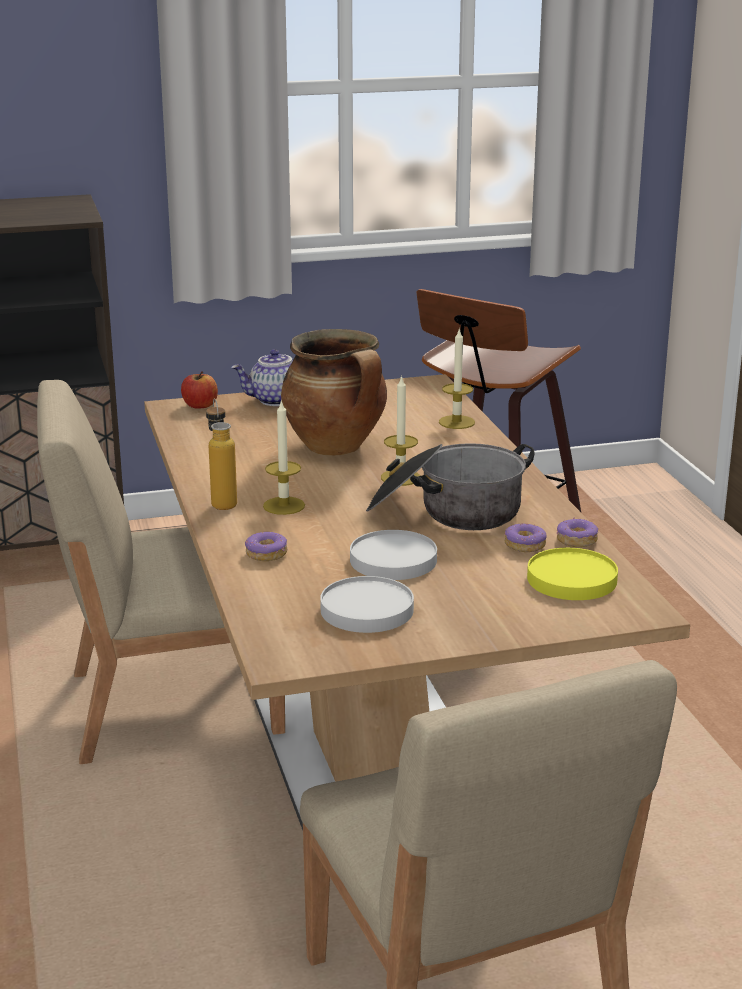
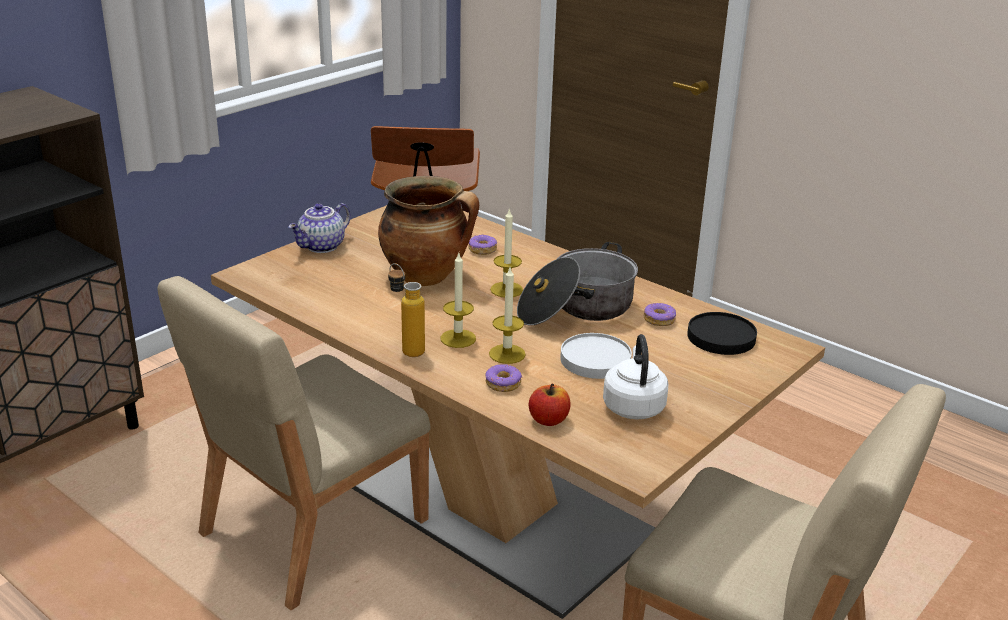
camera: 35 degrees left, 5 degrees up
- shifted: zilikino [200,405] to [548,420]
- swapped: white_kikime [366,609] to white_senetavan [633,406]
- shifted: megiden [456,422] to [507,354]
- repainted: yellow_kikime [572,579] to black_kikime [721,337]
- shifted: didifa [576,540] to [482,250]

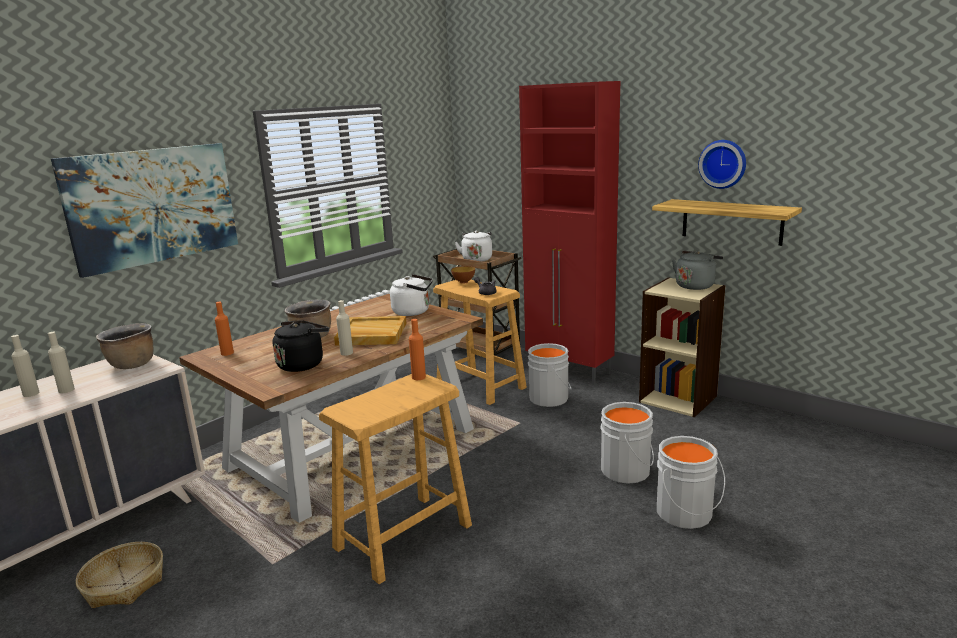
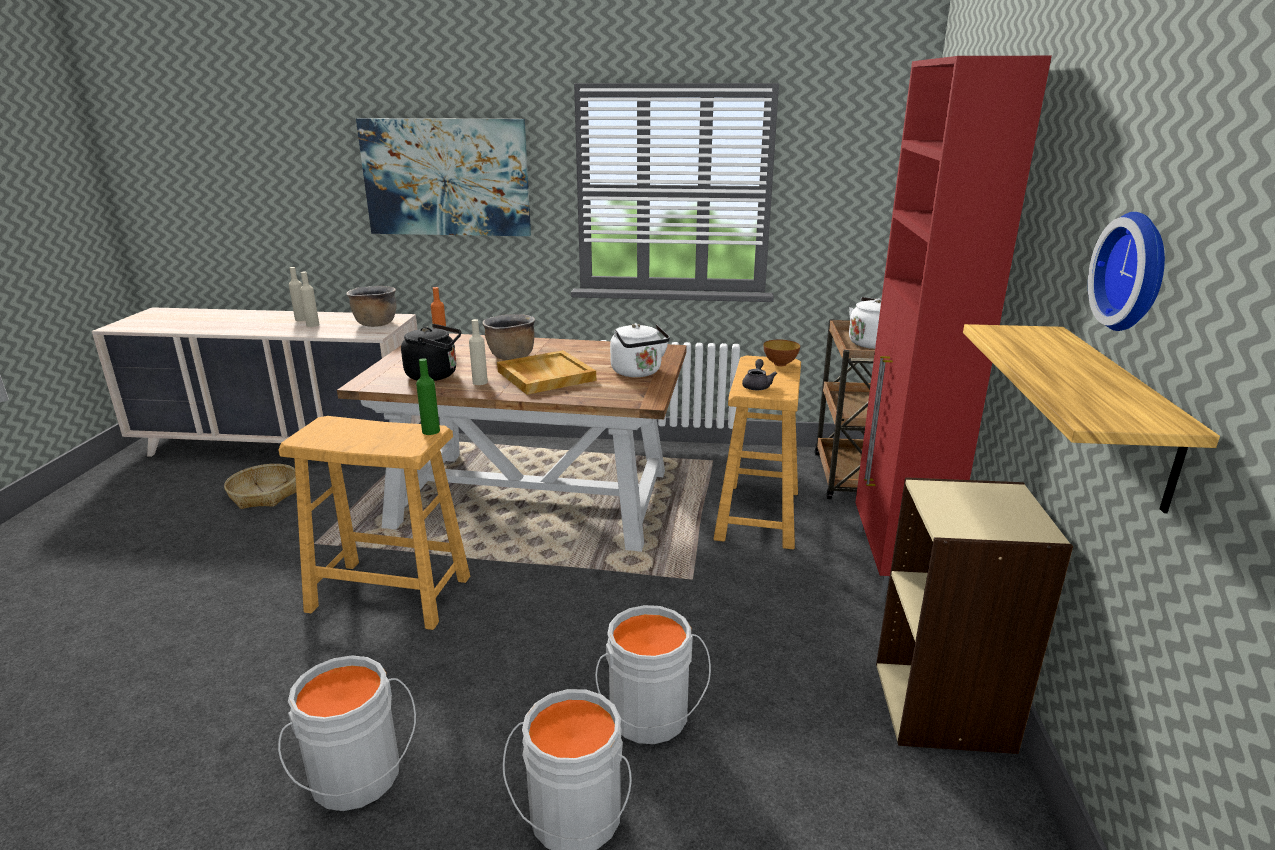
camera: 55 degrees right, 5 degrees up
- repainted: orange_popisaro [418,377] to green_popisaro [431,431]
- shifted: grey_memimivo [551,398] to [357,779]
- gone: grey_senetavan [695,285]

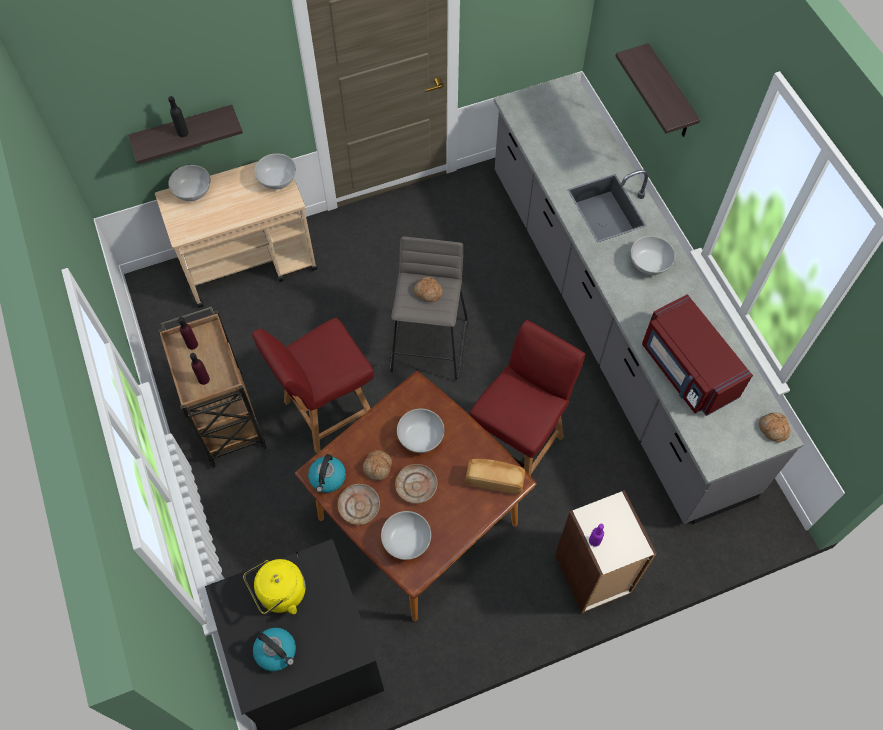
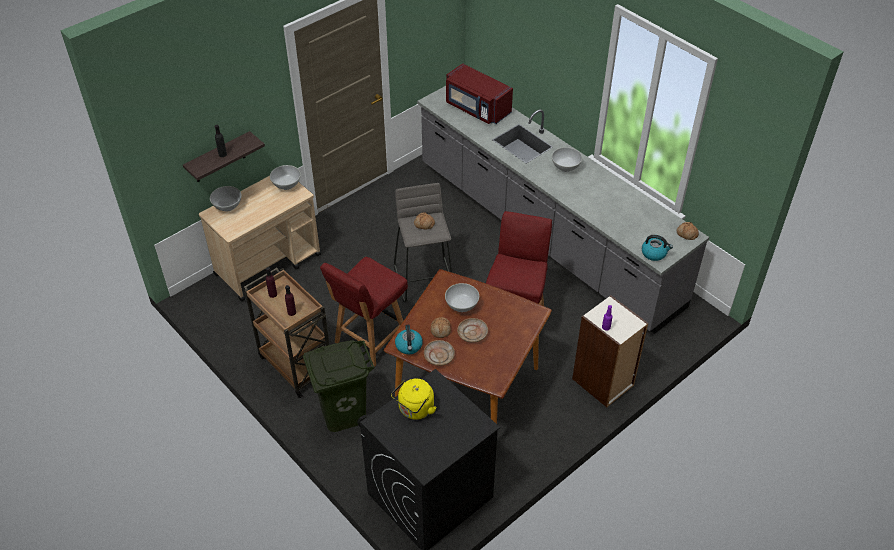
camera: 20 degrees left, 15 degrees down
- shifted: senetavan [276,651] to [654,253]
- gone: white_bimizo [406,542]
- gone: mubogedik [494,479]
- gone: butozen [669,94]
- shifted: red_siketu [686,370] to [477,108]
- new: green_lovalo [343,412]

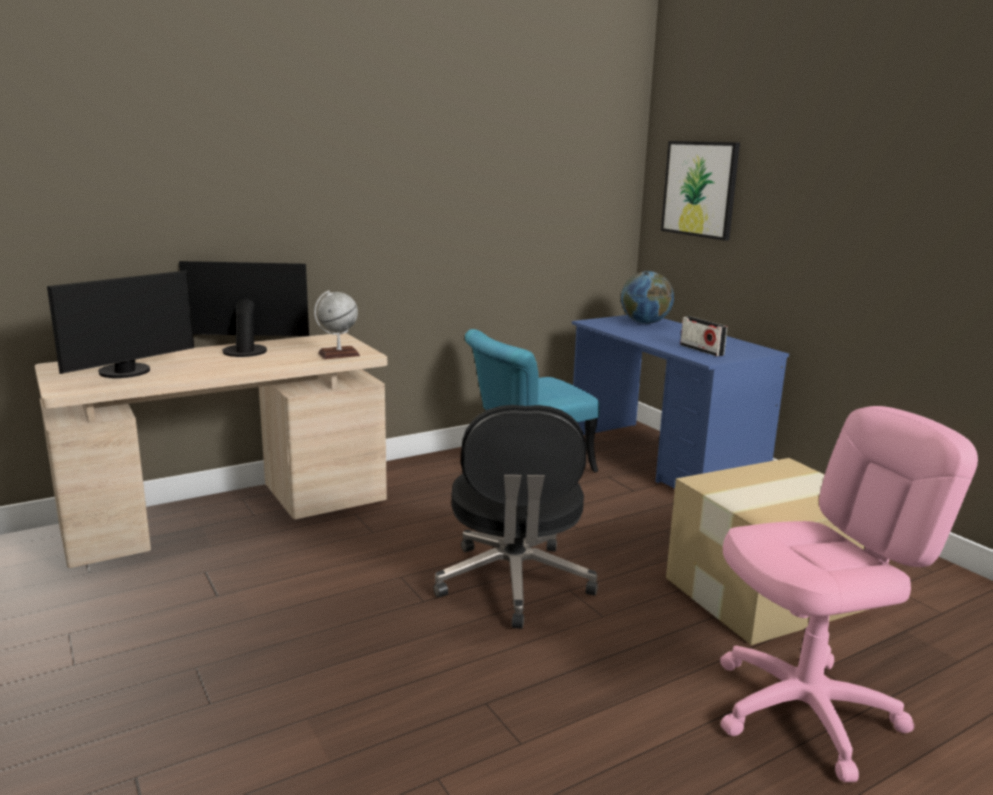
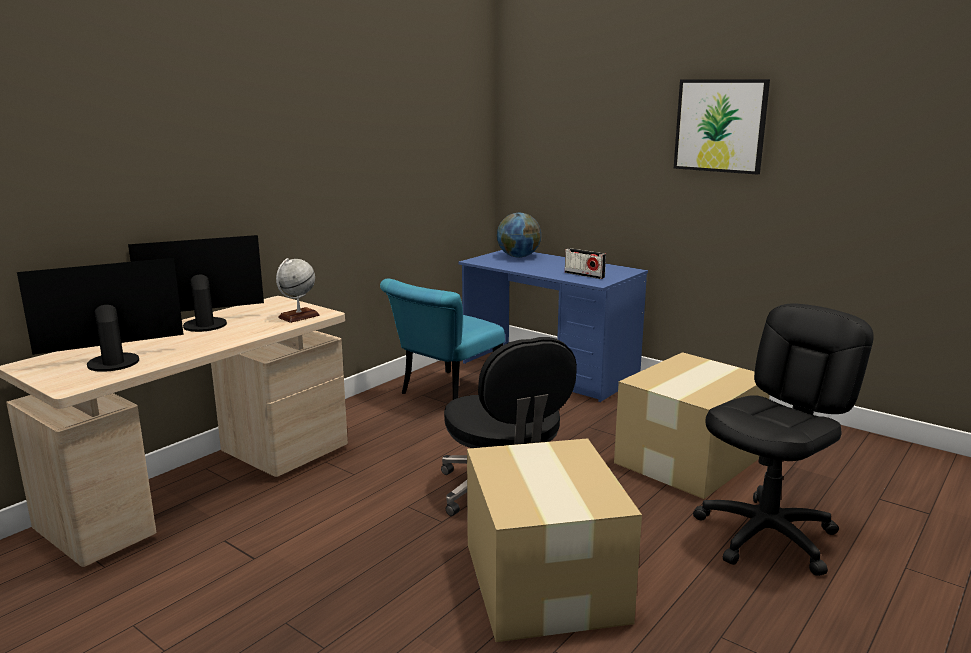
camera: 20 degrees left, 0 degrees up
- rotated: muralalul [128,372] = [113,361] 135 degrees counterclockwise
- shifted: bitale [700,189] to [720,125]
- repainted: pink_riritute [805,711] to black_riritute [767,536]
- new: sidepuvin [545,579]

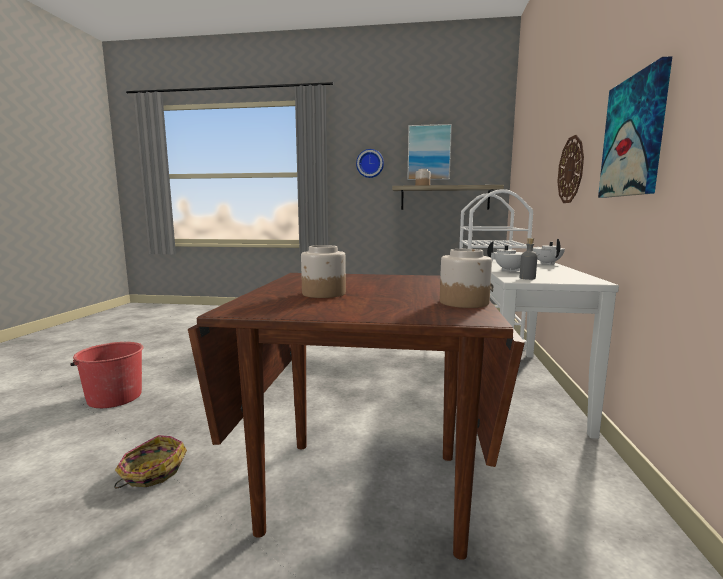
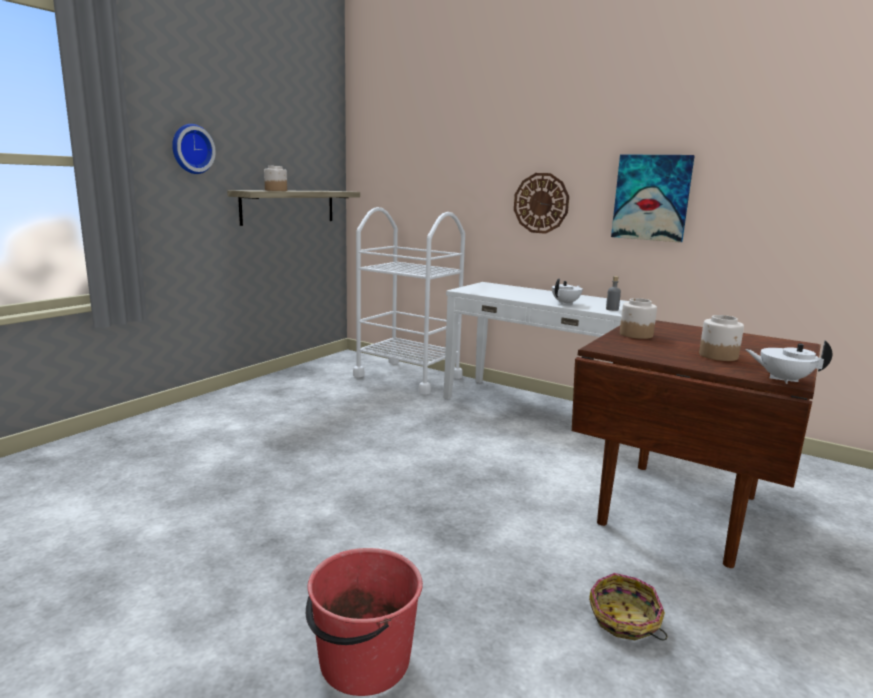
camera: 65 degrees left, 5 degrees up
- gone: bitale [429,153]
- shifted: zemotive [464,302] to [635,334]
- shifted: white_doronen [547,263] to [783,379]

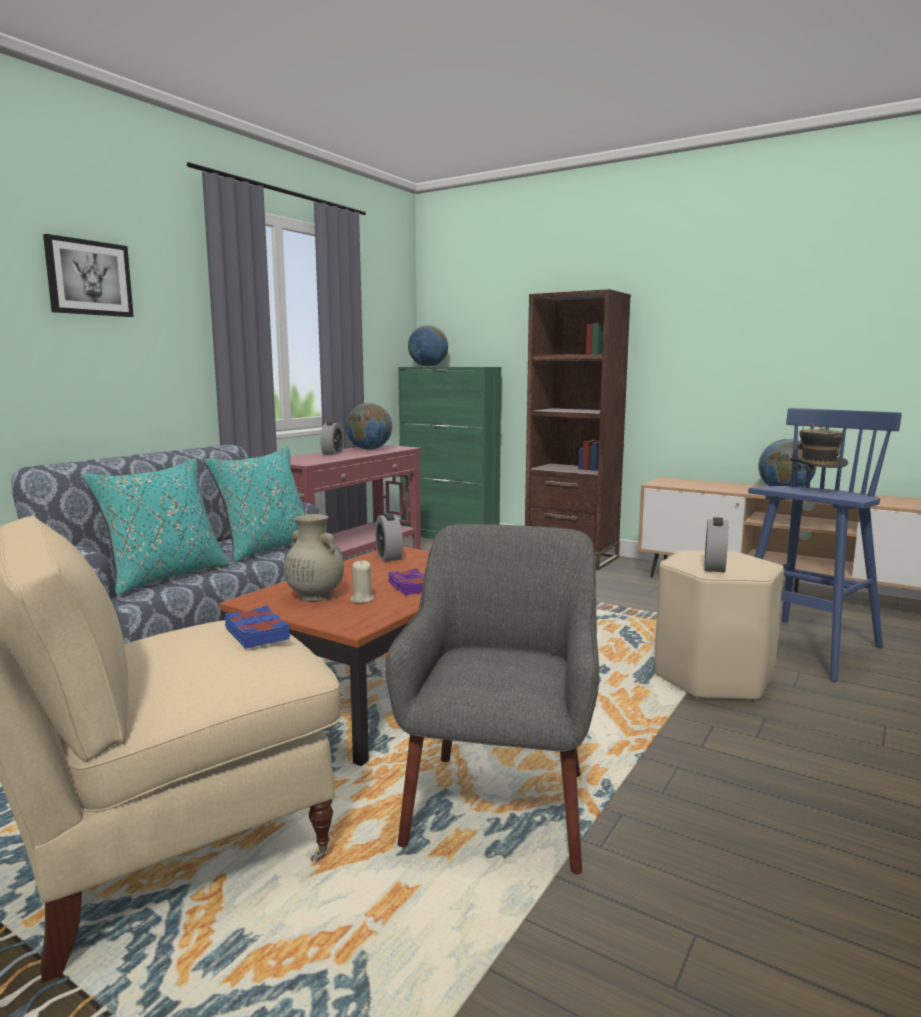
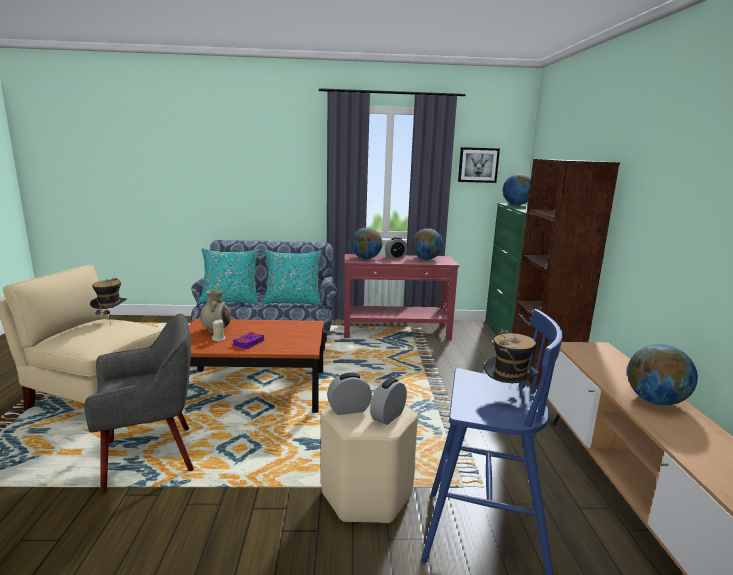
camera: 55 degrees right, 5 degrees up
- shifted: bitale [88,278] to [478,165]
- gone: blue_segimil [258,633]
- shifted: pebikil [389,556] to [388,416]
- new: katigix [111,319]
- new: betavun [366,258]

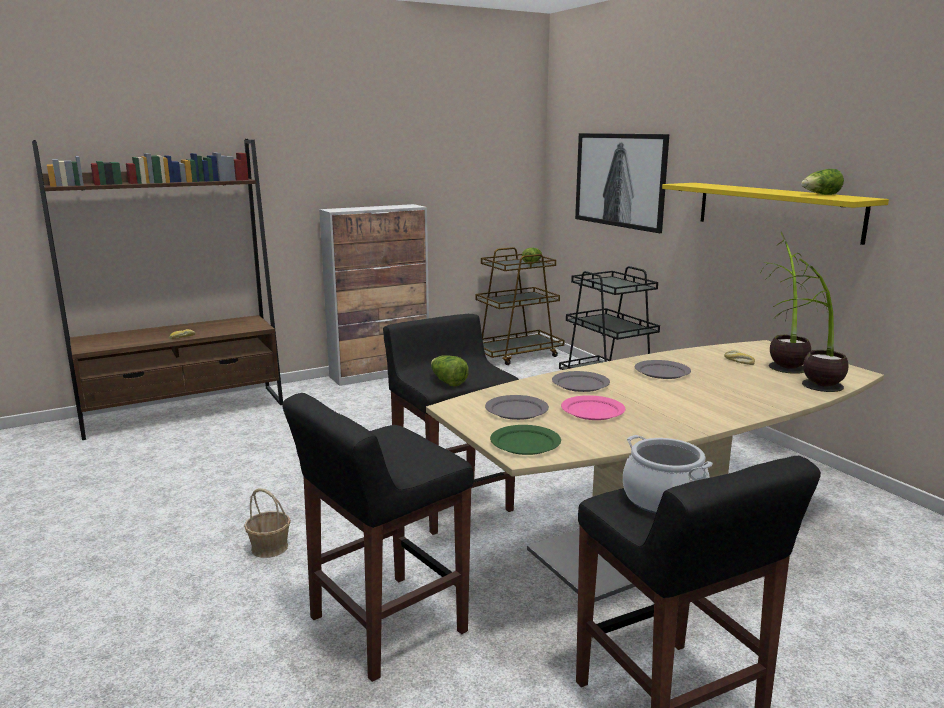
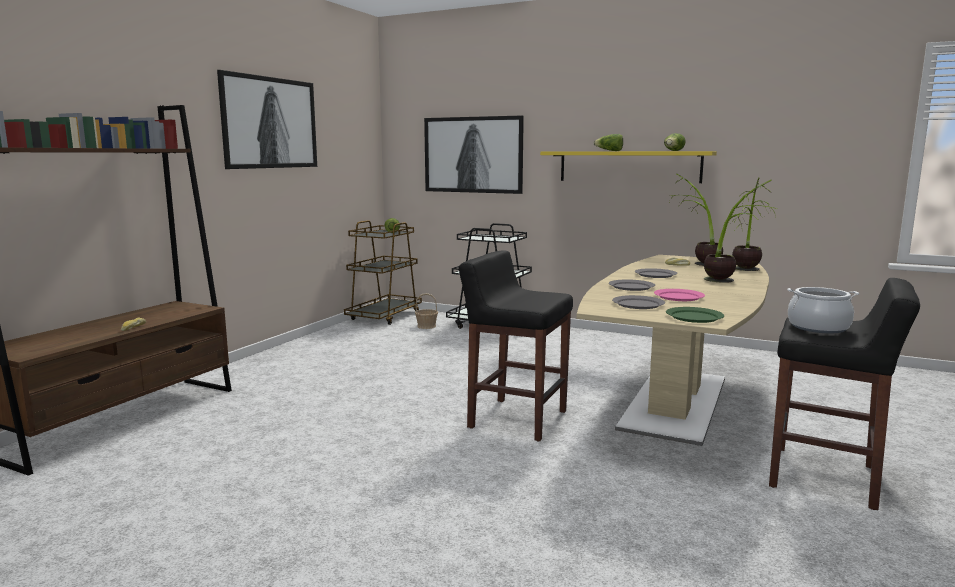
camera: 35 degrees left, 5 degrees down
- shifted: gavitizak [269,548] to [426,326]
- gone: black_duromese [385,625]
- gone: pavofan [380,373]
- shifted: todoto [447,382] to [609,151]
- new: bitale [270,123]
- new: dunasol [730,283]

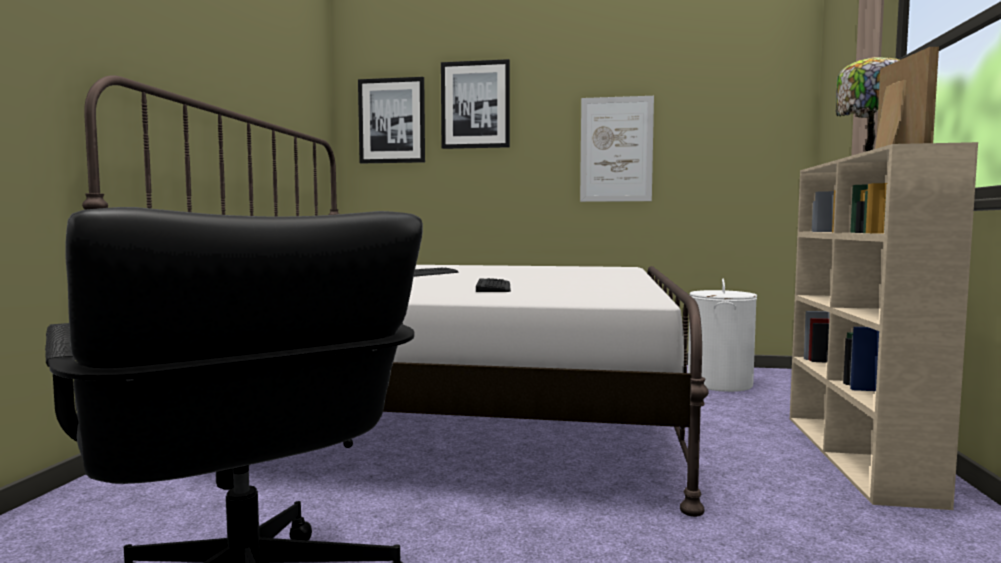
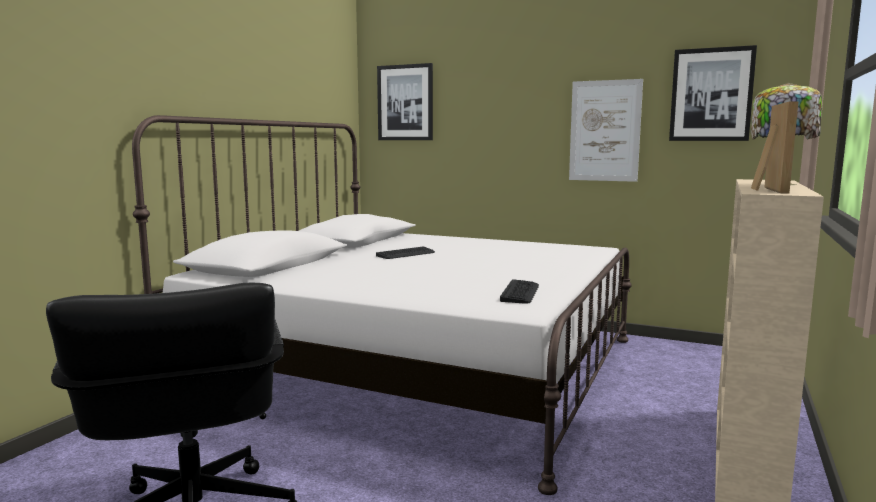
camera: 15 degrees right, 5 degrees up
- shifted: bitale [475,105] to [711,95]
- shifted: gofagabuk [494,287] to [520,293]
- gone: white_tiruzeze [720,383]

